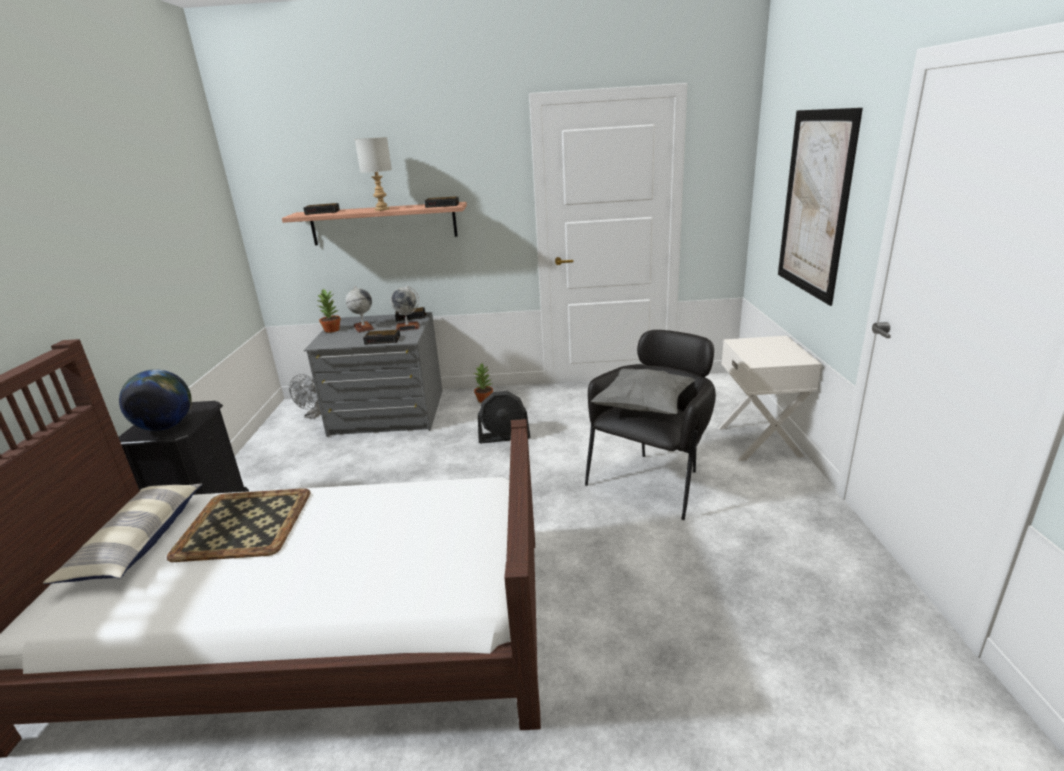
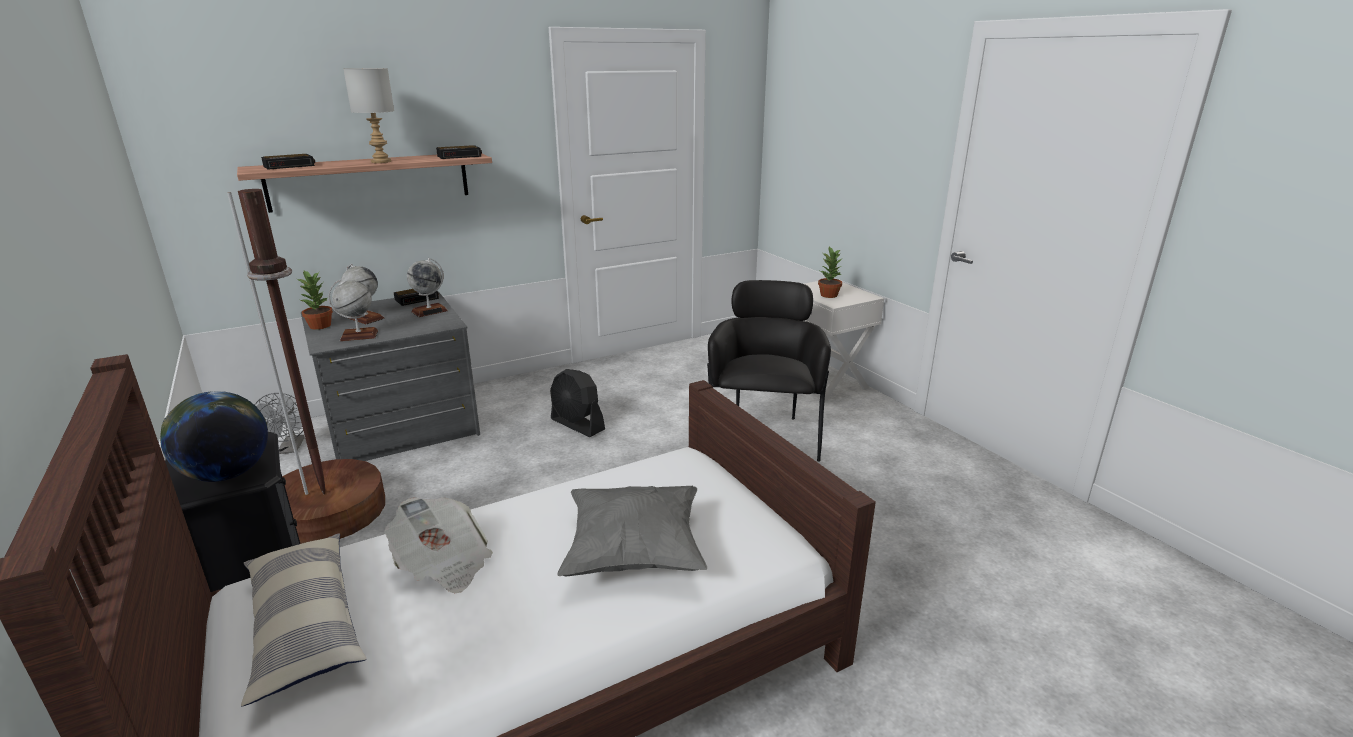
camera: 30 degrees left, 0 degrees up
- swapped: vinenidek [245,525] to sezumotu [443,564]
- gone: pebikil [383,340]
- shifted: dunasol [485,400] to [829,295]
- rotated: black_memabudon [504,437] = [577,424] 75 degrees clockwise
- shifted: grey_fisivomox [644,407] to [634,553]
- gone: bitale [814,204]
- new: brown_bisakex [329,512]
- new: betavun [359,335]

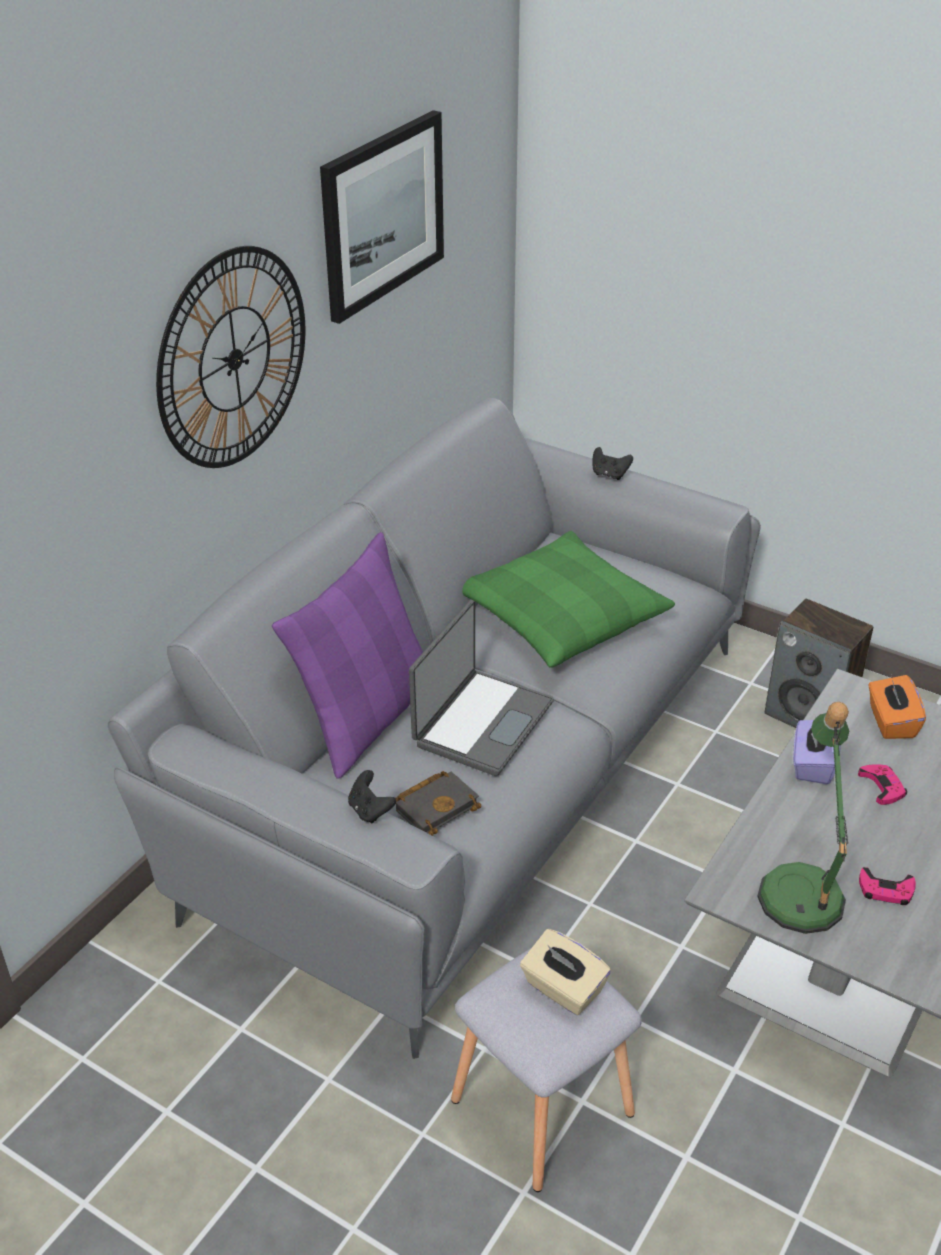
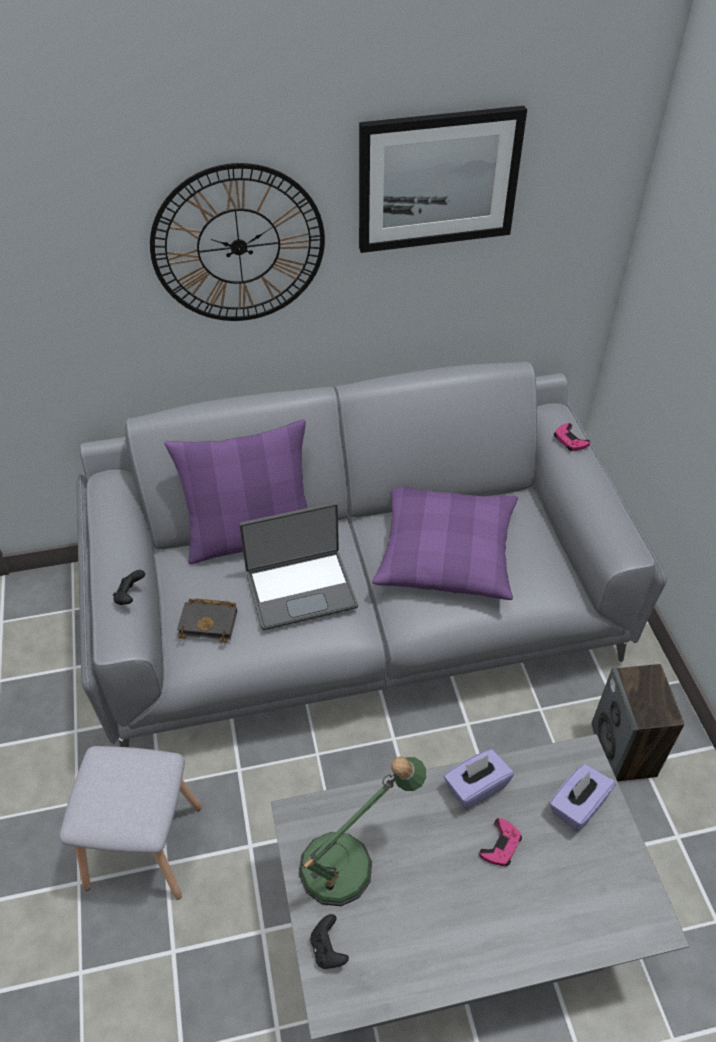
camera: 45 degrees right, 10 degrees up
- repainted: green_fisivomox [560,615] to purple_fisivomox [446,552]
- gone: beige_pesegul [563,989]
- shifted: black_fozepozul [609,474] to [328,949]
- shifted: pink_fozepozul [886,890] to [570,440]
- repainted: orange_pesegul [891,722] to purple_pesegul [577,805]

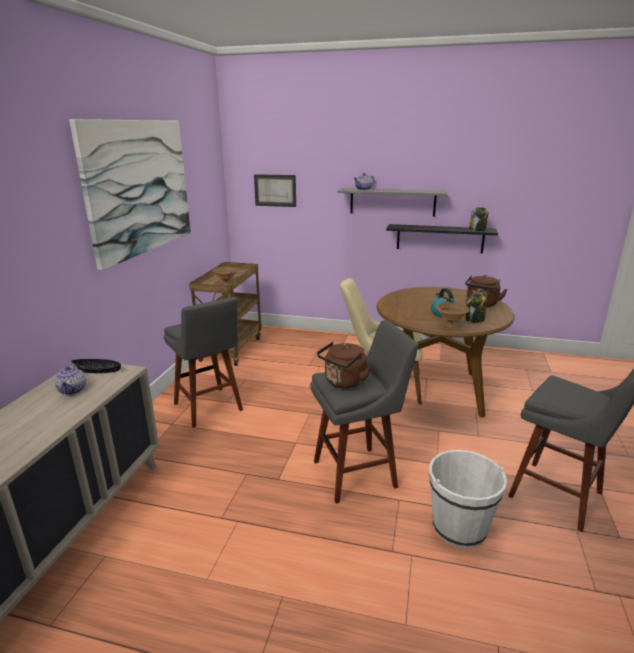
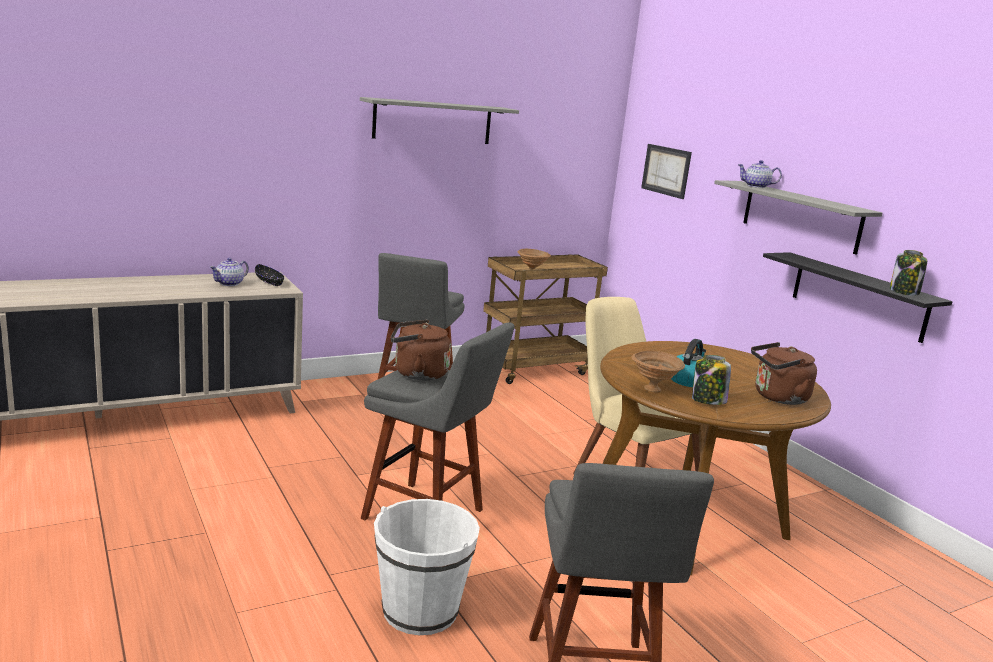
camera: 45 degrees right, 5 degrees down
- swapped: bitale [139,187] to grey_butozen [433,121]

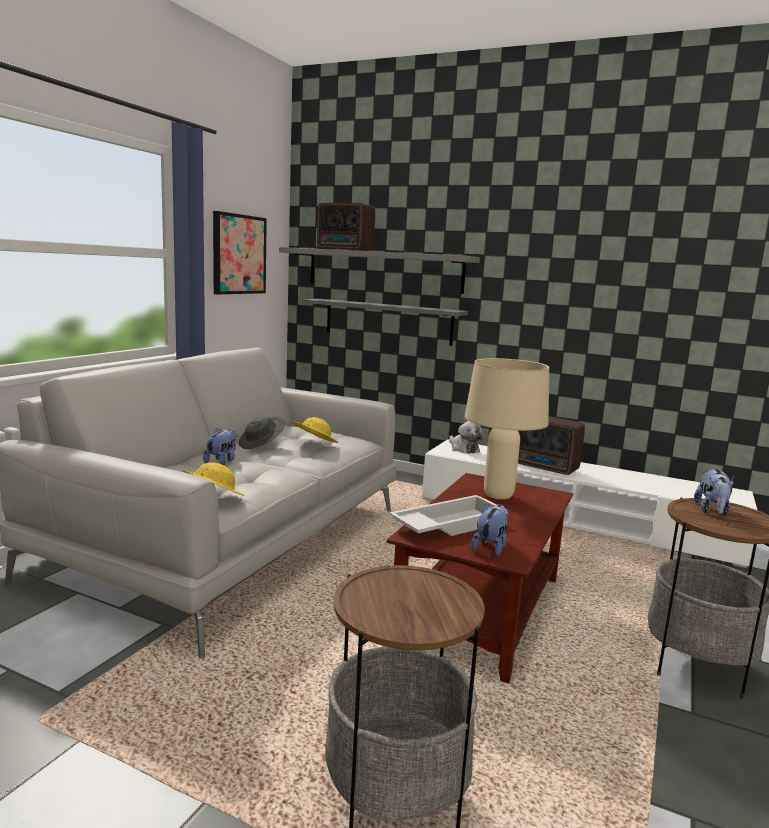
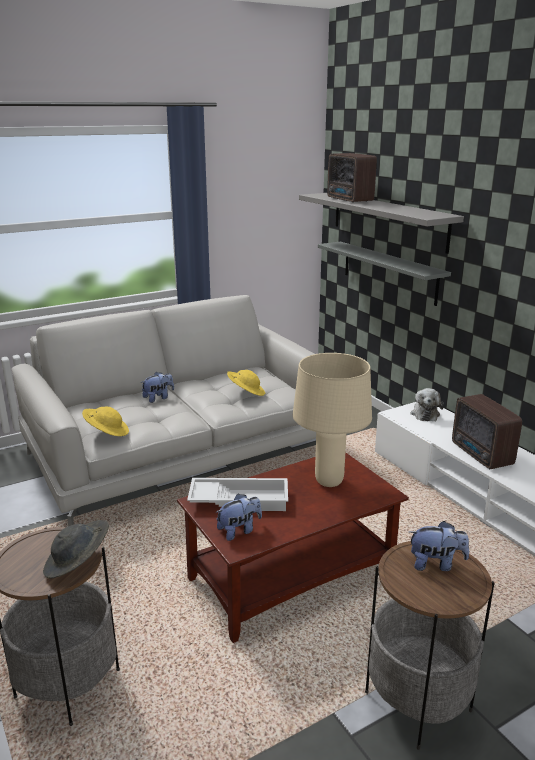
camera: 35 degrees right, 10 degrees up
- gone: bitale [238,254]
- shifted: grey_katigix [261,444] to [78,563]
- rotated: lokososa [712,511] = [436,564] 135 degrees counterclockwise

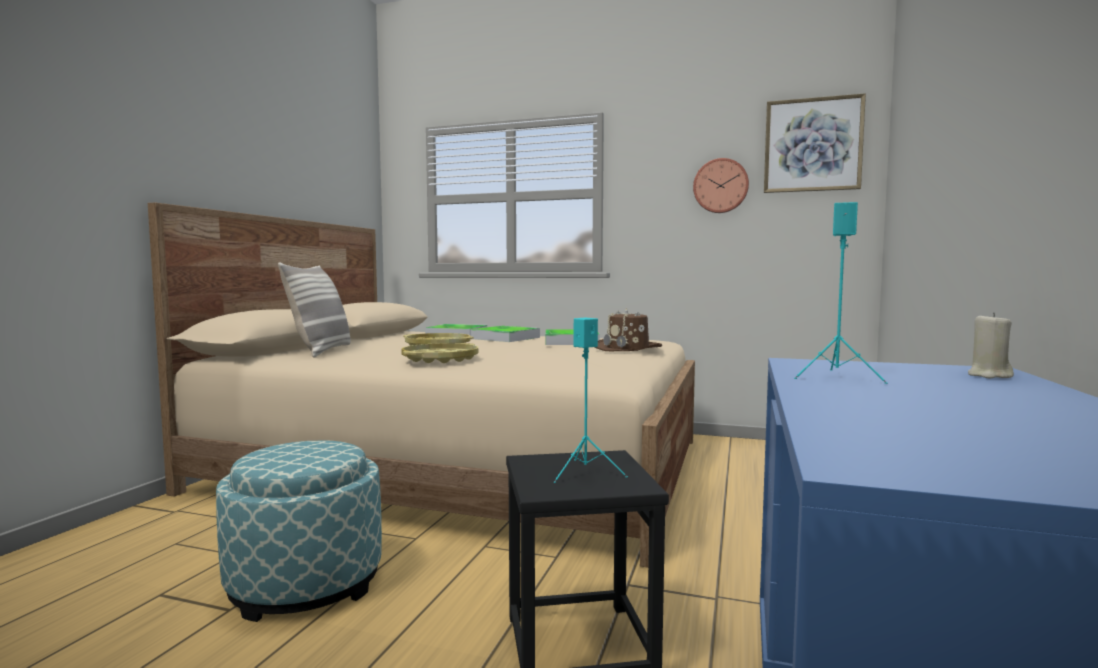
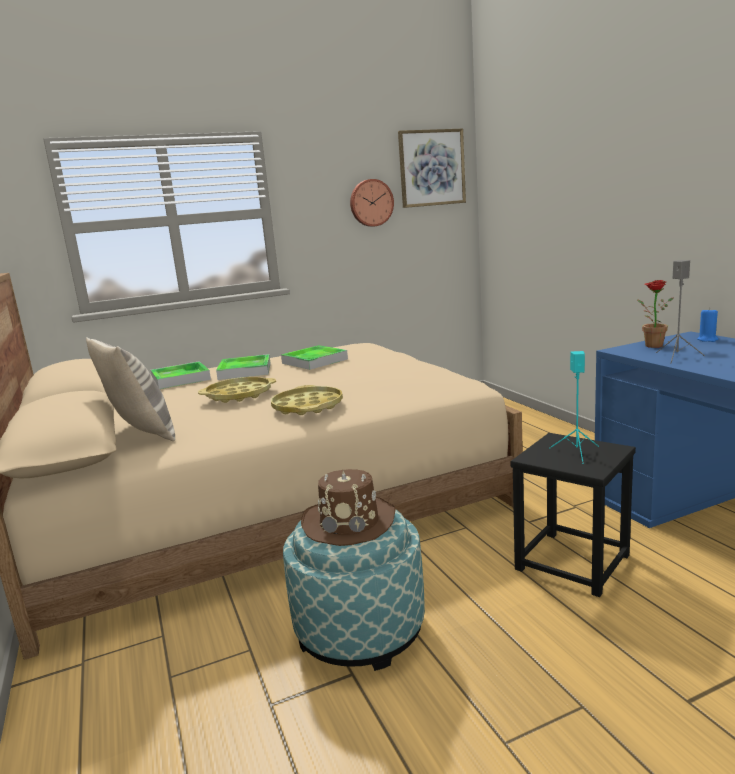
camera: 40 degrees left, 10 degrees up
- shifted: brown_katigix [628,348] to [349,522]
- repainted: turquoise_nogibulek [838,377] to grey_nogibulek [677,357]
- repainted: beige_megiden [989,375] to blue_megiden [707,339]
- new: dunasol [650,345]

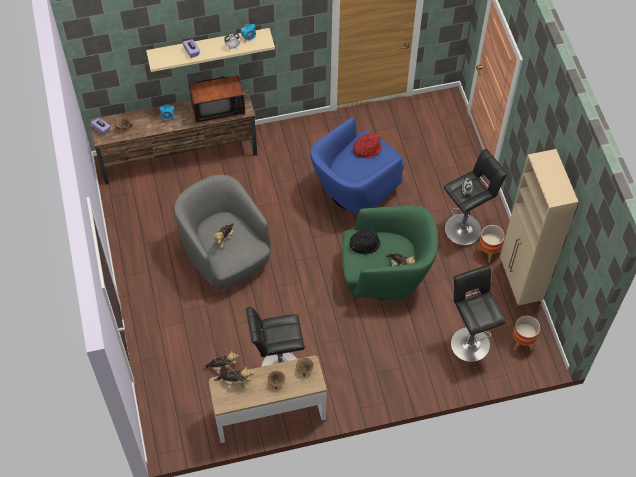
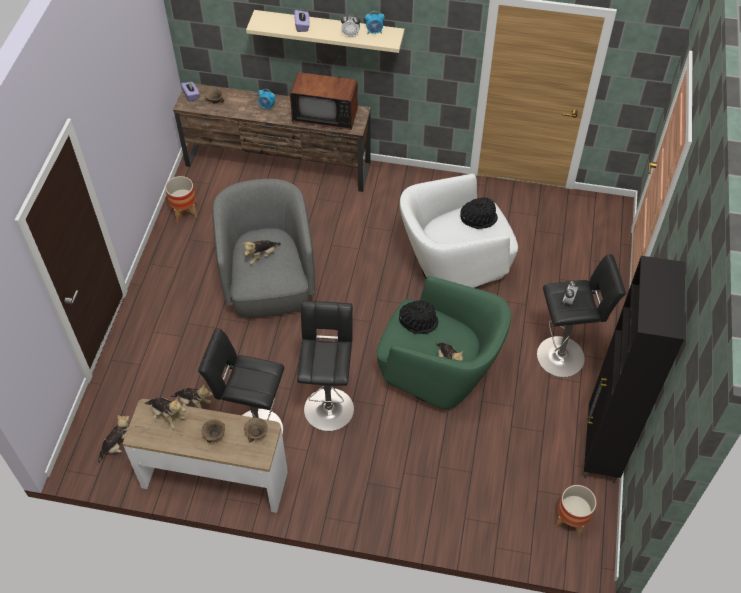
camera: 25 degrees right, 5 degrees down
- repainted: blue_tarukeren [355,189] to white_tarukeren [453,266]
- repainted: red_katigix [367,149] to black_katigix [478,218]
- shifted: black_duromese [468,341] to [329,405]
- shifted: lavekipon [488,252] to [185,212]
- repainted: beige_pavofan [519,285] to black_pavofan [600,449]
- new: lokososa [118,445]

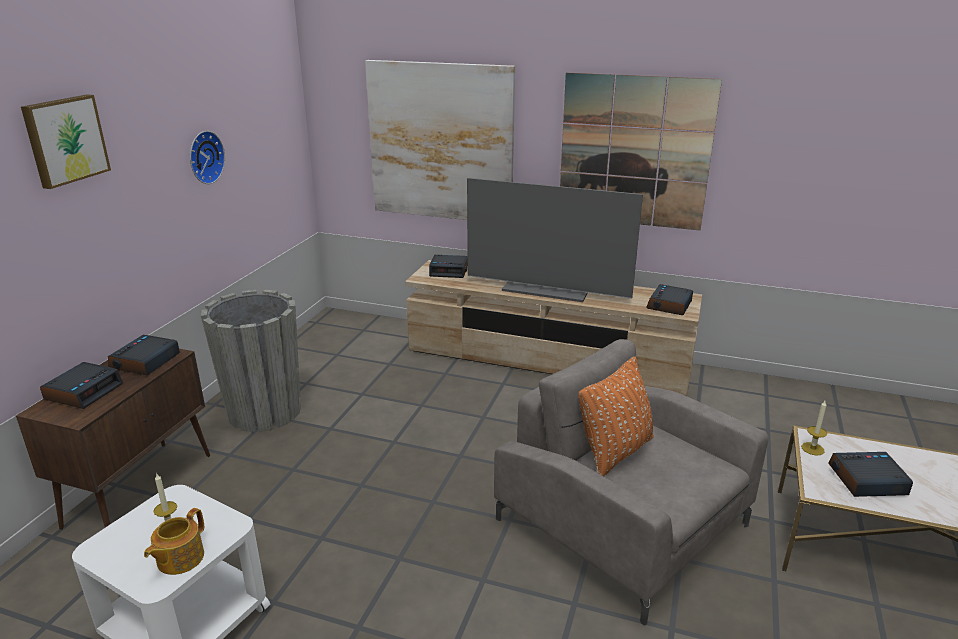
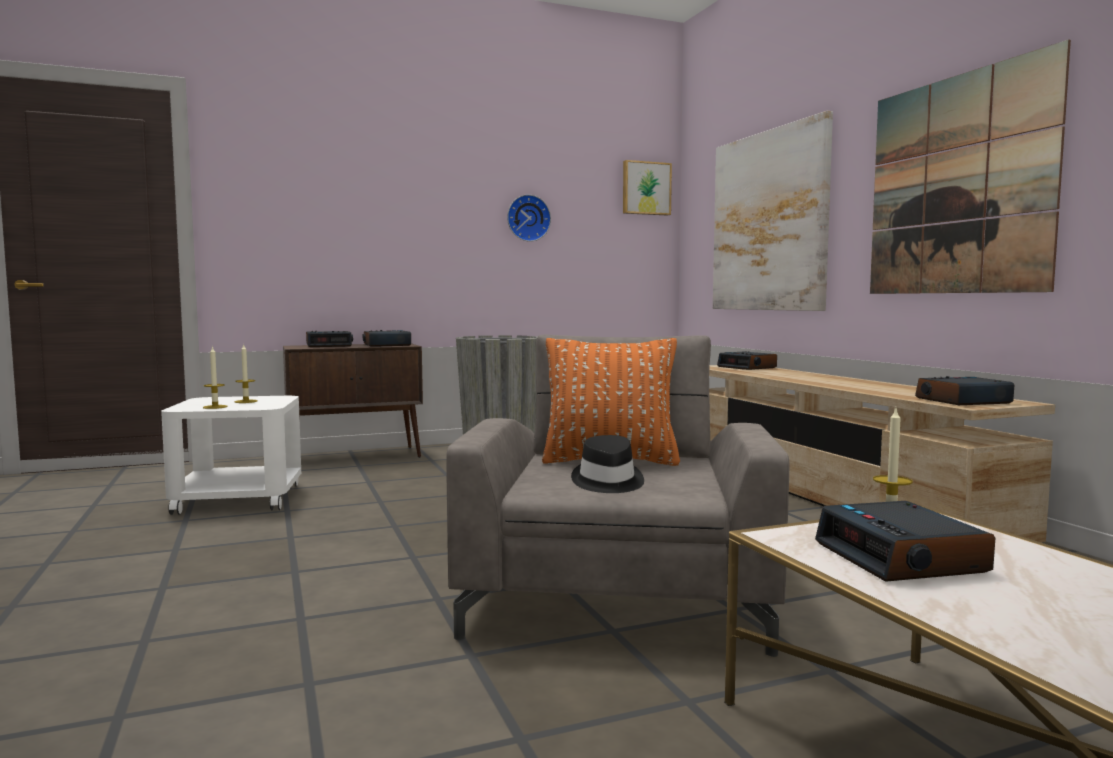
camera: 50 degrees right, 20 degrees down
- shifted: bitale [65,140] to [645,188]
- swapped: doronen [179,559] to megiden [215,407]
- gone: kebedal [548,289]
- rotated: pebikil [866,481] = [902,558] 150 degrees counterclockwise
- new: black_katigix [607,482]

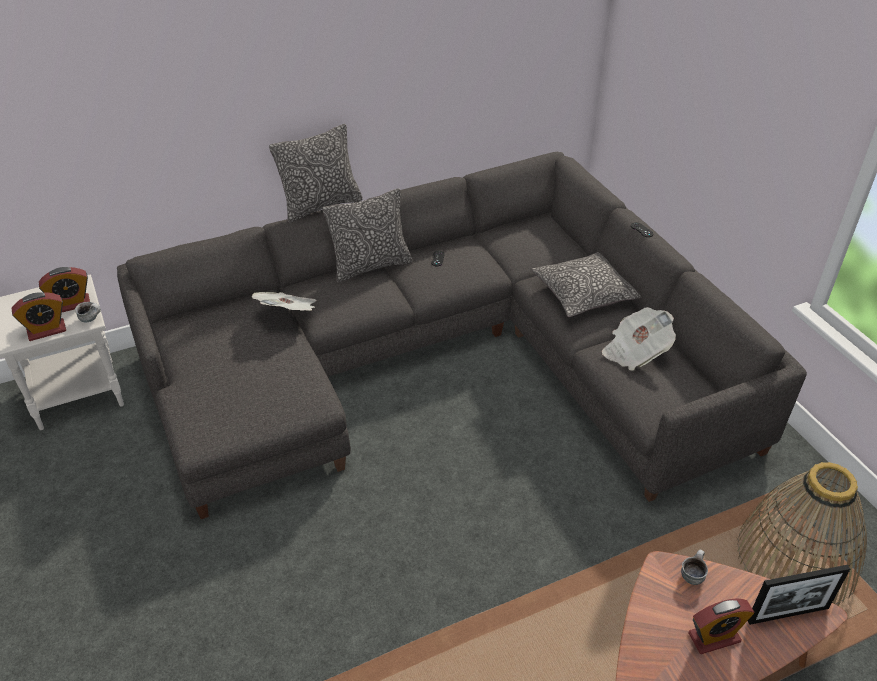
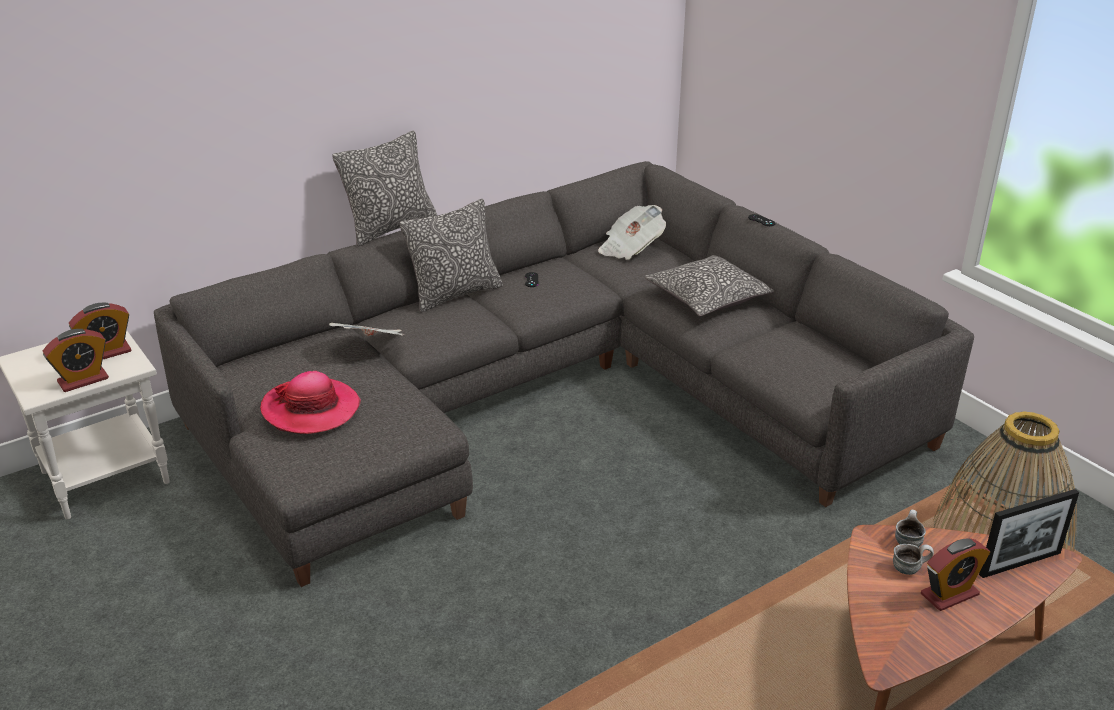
camera: 10 degrees left, 10 degrees down
- shifted: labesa [92,318] to [909,568]
- shifted: sezumotu [635,351] to [630,248]
- new: katigix [311,409]

